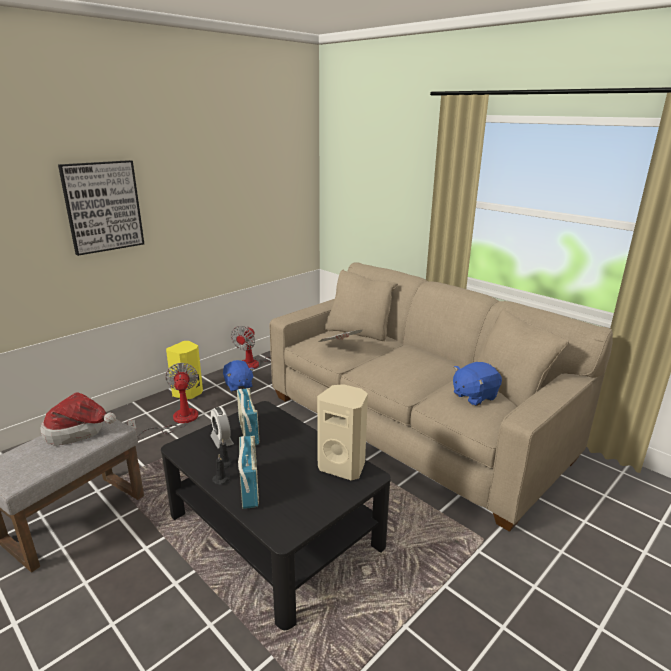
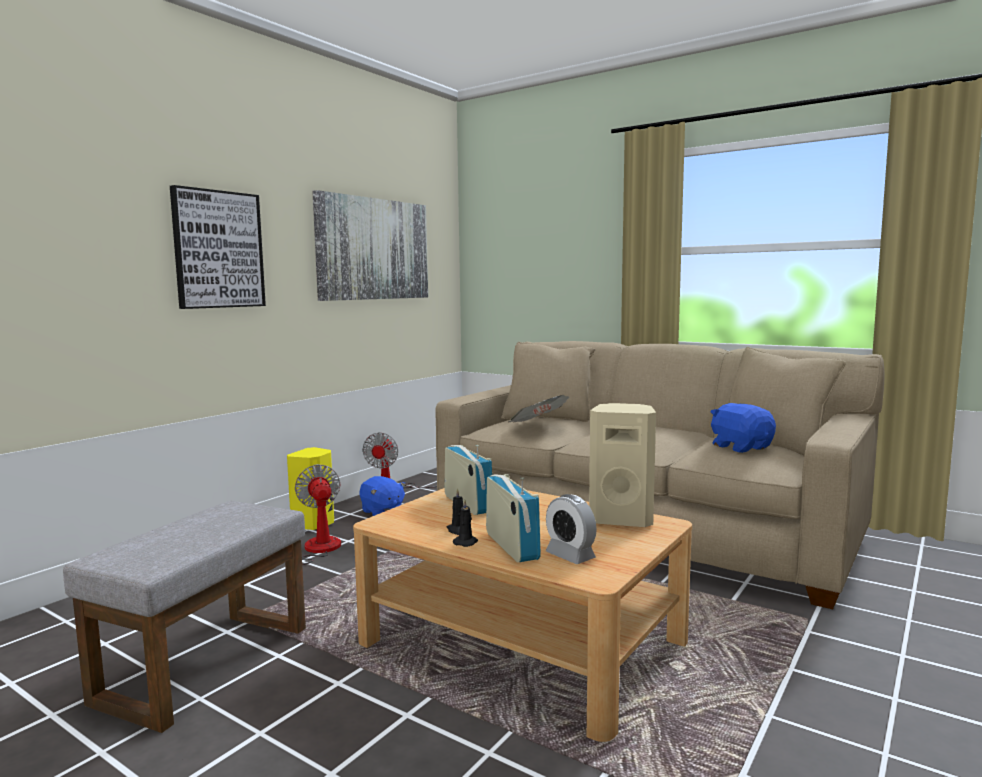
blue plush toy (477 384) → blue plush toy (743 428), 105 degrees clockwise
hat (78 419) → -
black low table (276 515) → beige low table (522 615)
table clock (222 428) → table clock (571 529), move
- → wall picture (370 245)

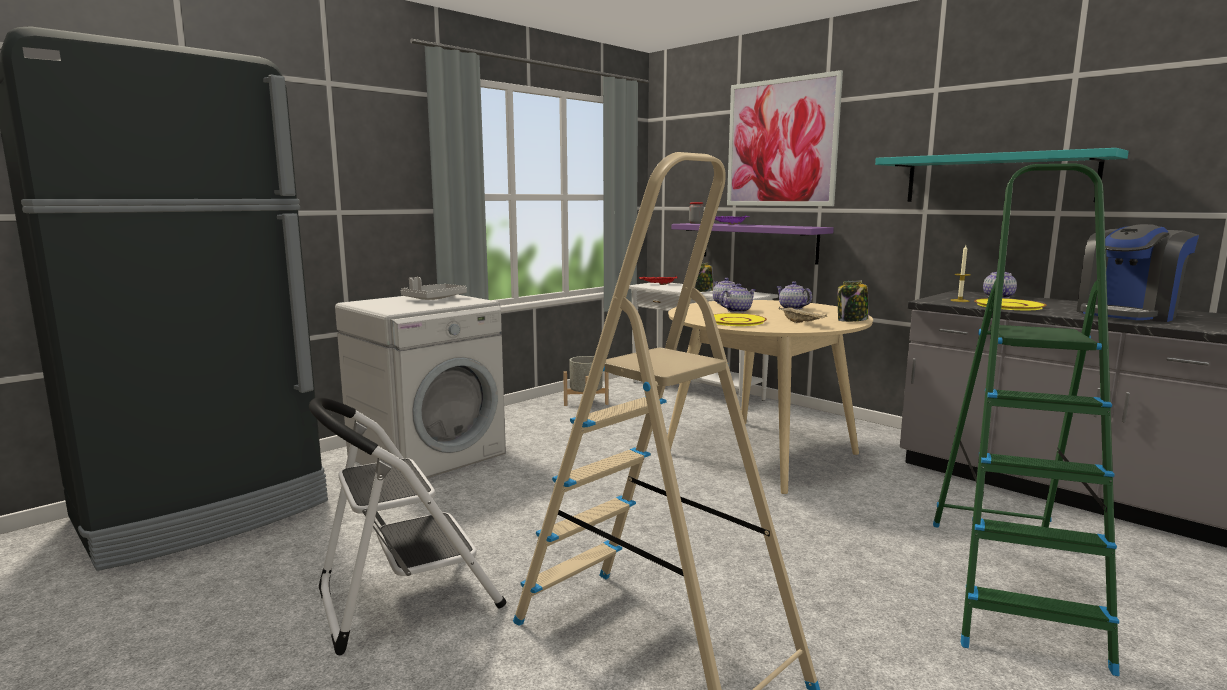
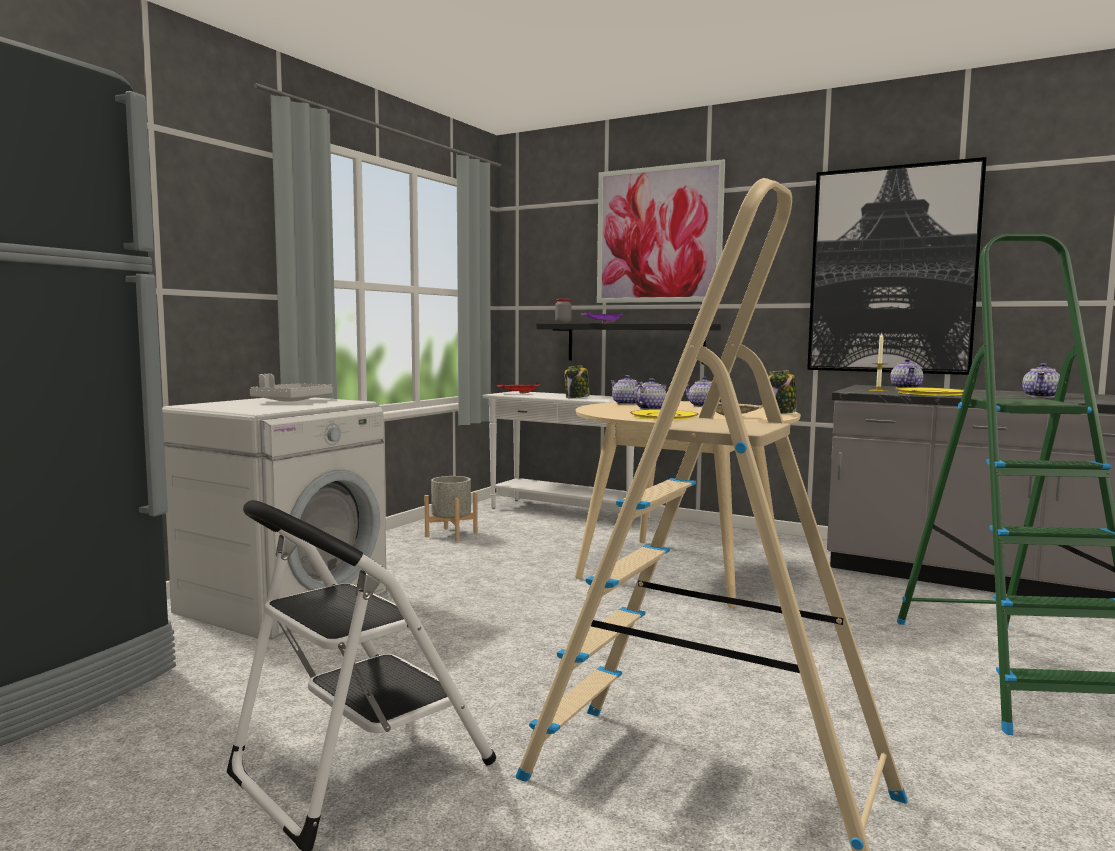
turquoise-coloured wall shelf (1002 175) → wall picture (897 266)
purple-coloured wall shelf (753 244) → black wall shelf (628 343)
coffee brewer (1137 273) → tea pot (1041 380)

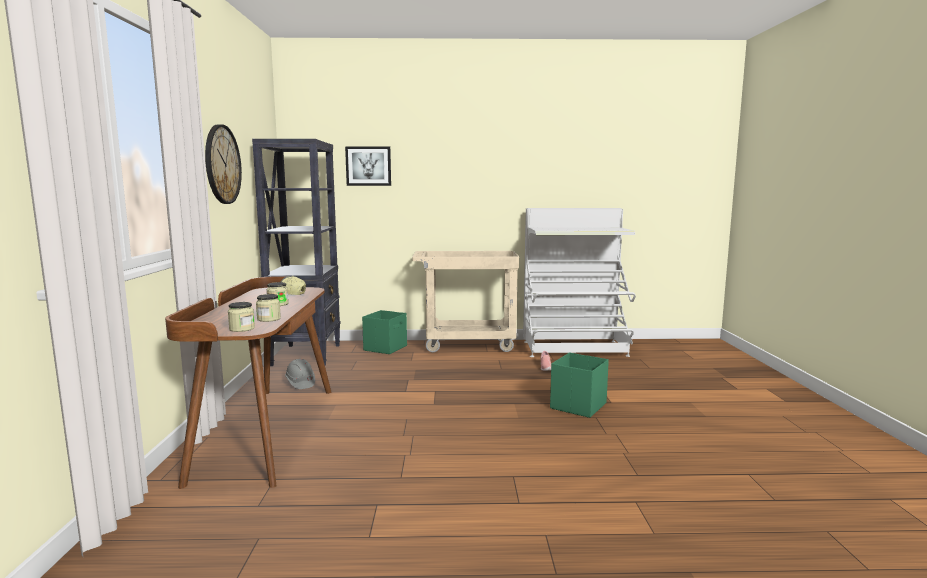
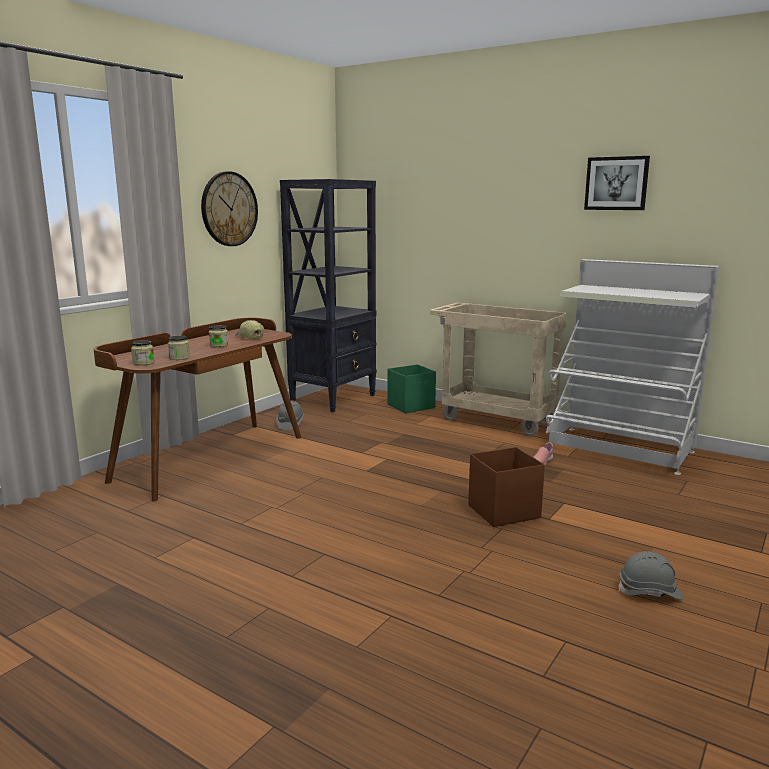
wall picture (368 166) → wall picture (617 183), move
greenish storage bin (579 385) → brownish storage bin (506 487)
- → grey work helmet (650 575)

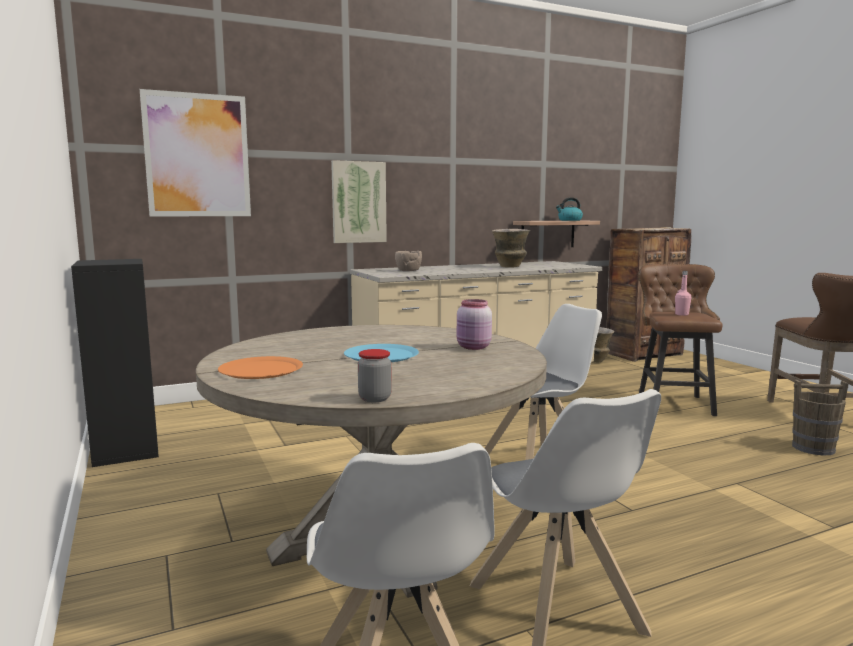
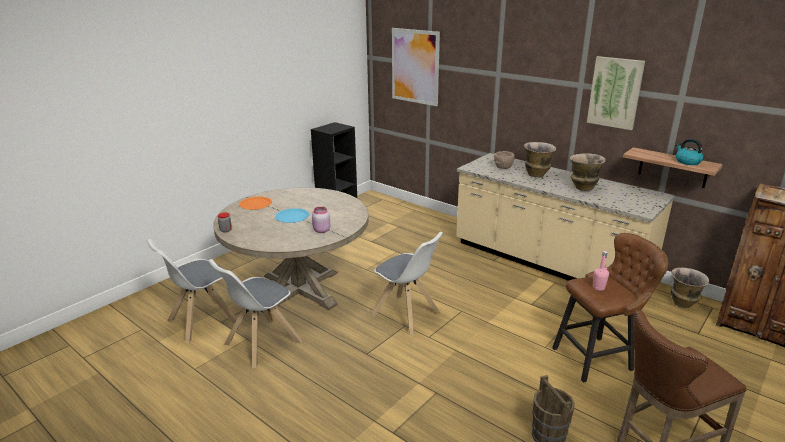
wall picture (359 201) → wall picture (616 93), move
- → vase (540 160)

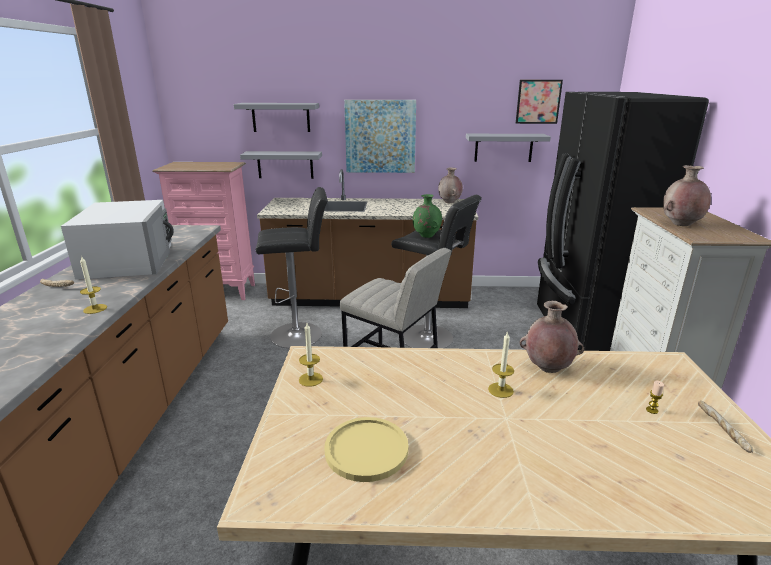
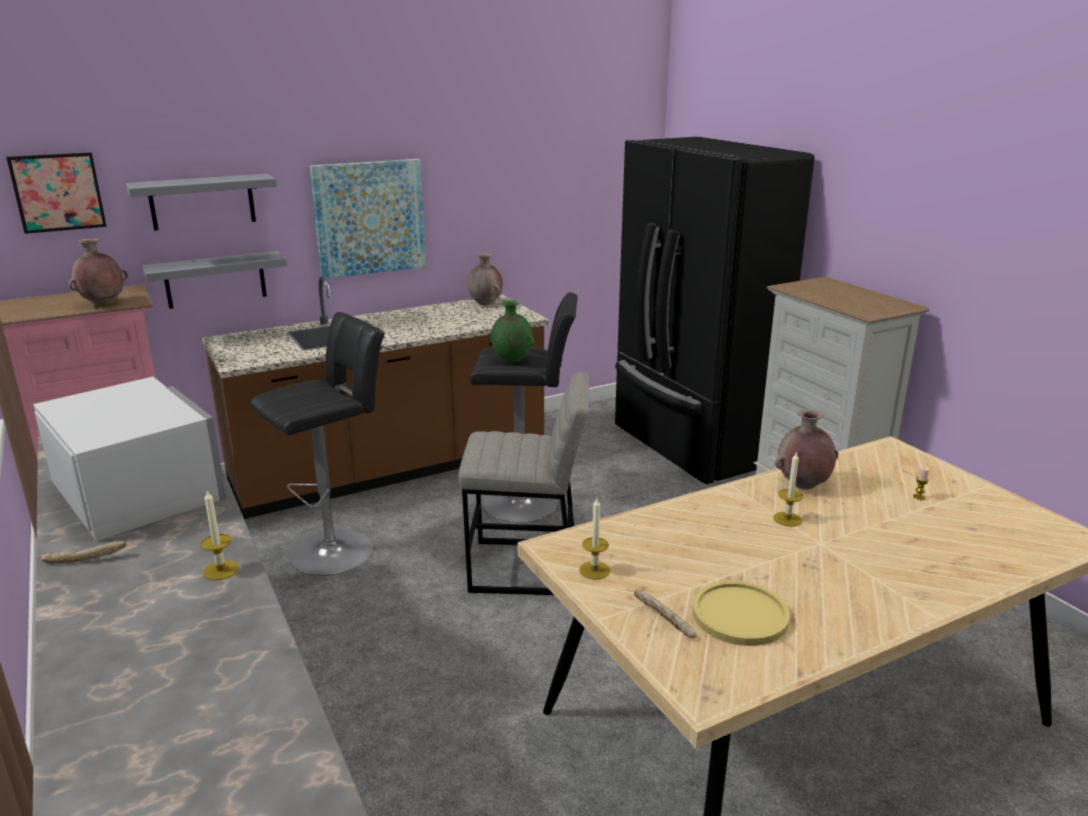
wall picture (539 102) → wall picture (56 193), move
grey wall shelf (508 148) → -
brownish vase (687 195) → brownish vase (98 272), move
bakery bread (725 426) → bakery bread (665 613), move

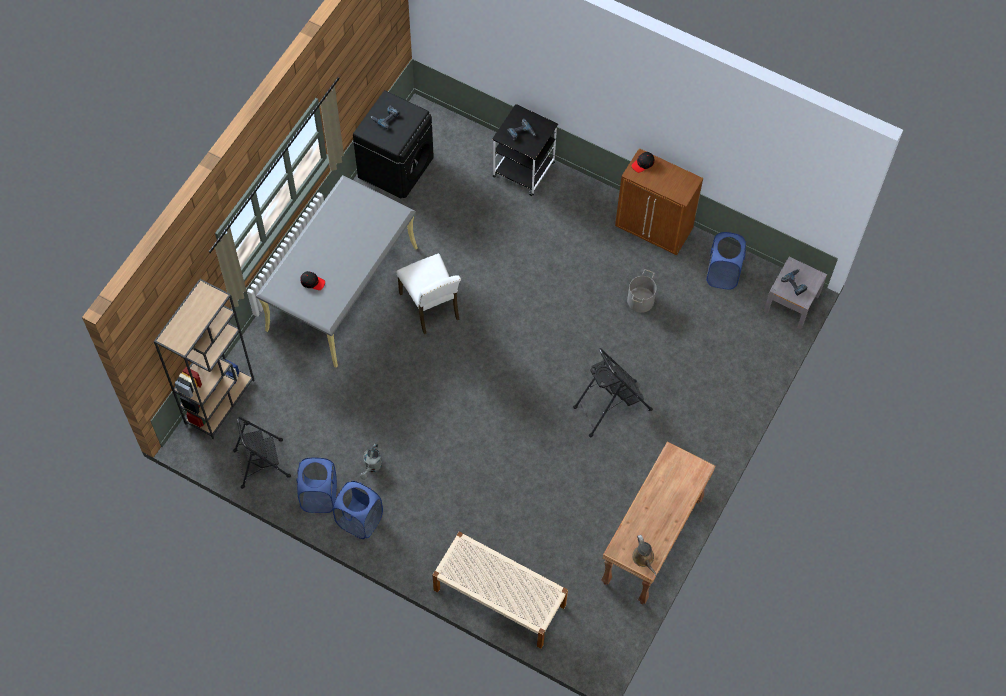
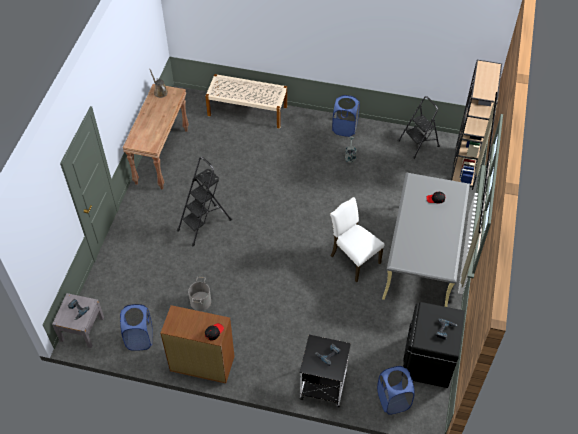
blue hamper (316 485) → blue hamper (396 390), move

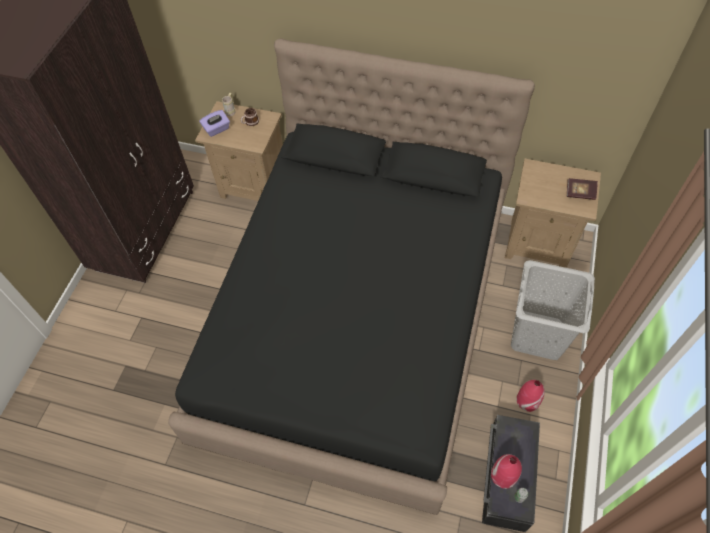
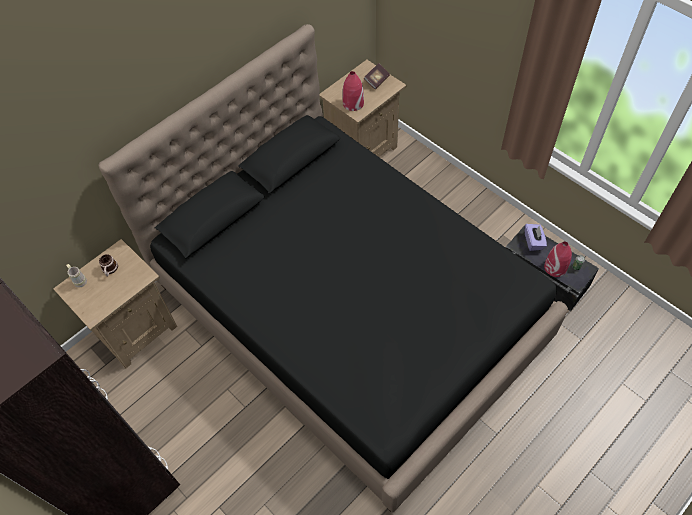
purple-coloured tissue box (214 123) → purple-coloured tissue box (536 237), move
grey hamper (553 310) → -
red-coloured vase (530 396) → red-coloured vase (353 91), move

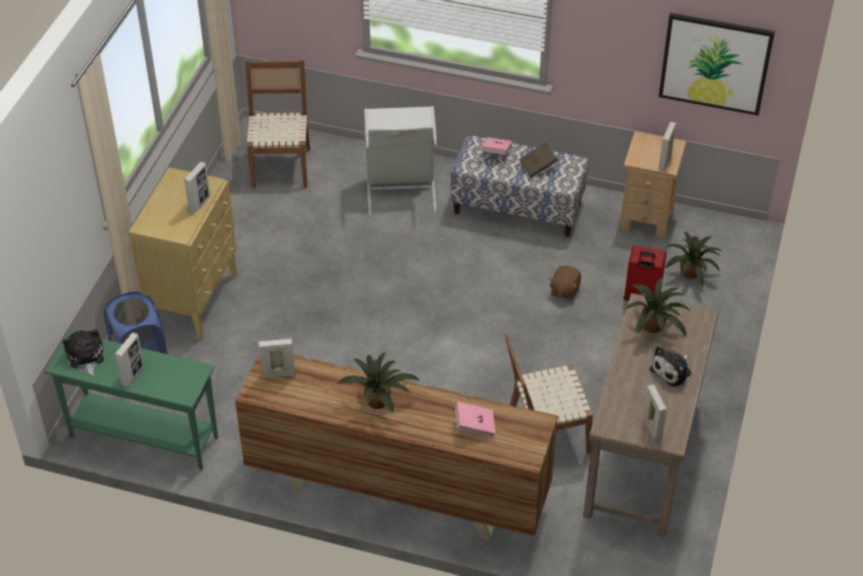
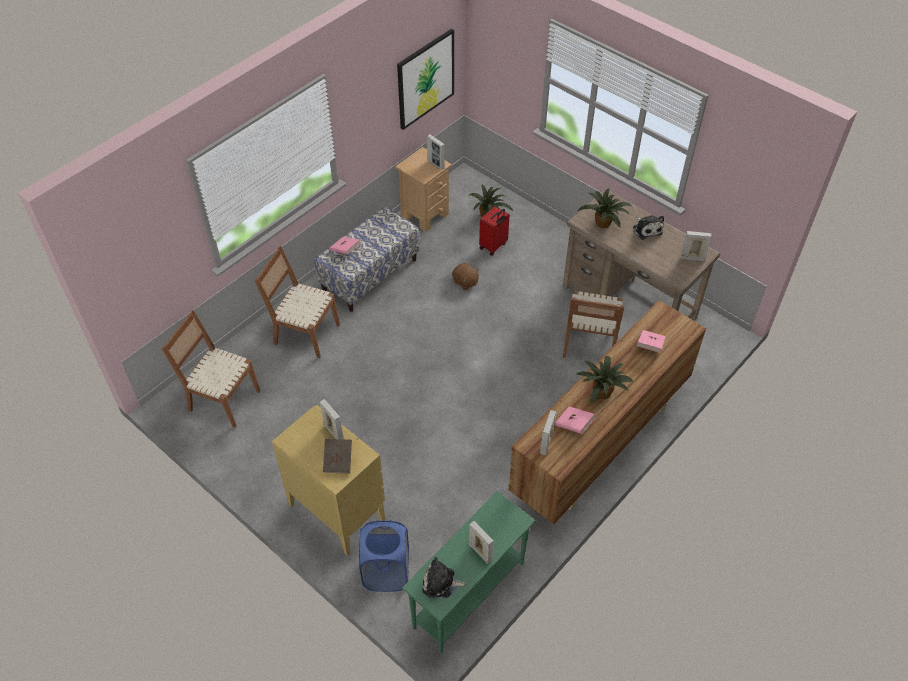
grey hamper (400 160) → plain chair (297 302)
brownish volume (538 160) → brownish volume (337 456), move
- → pinkish volume (575 420)

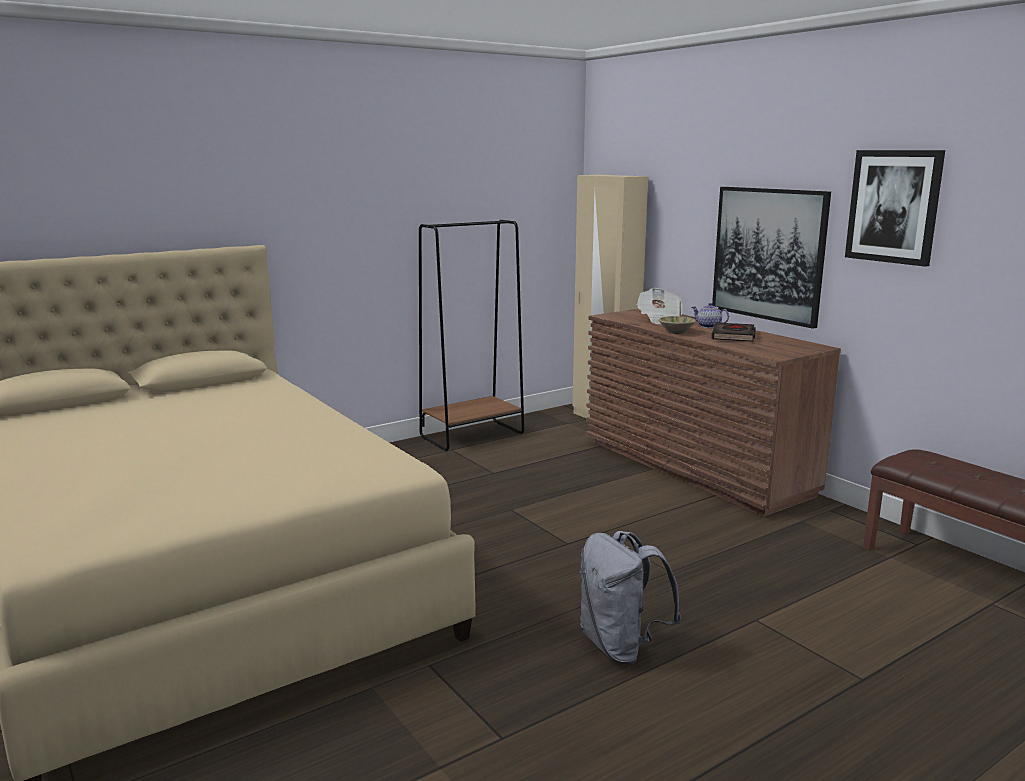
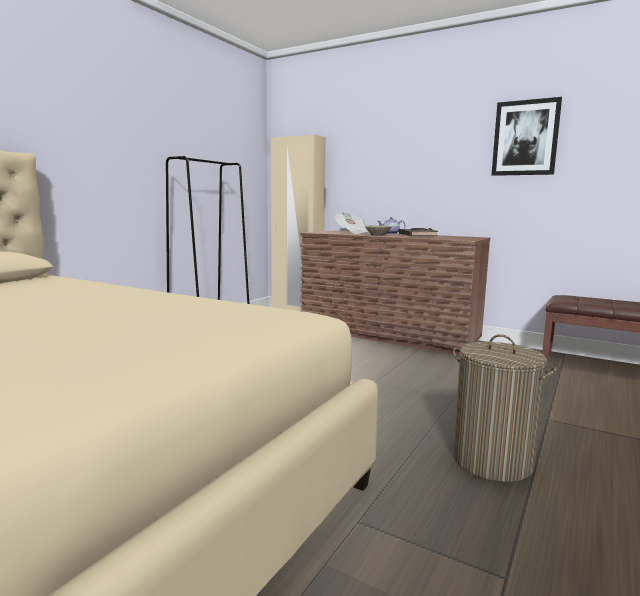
wall picture (771 258) → -
grey backpack (630 598) → hamper (505 408)

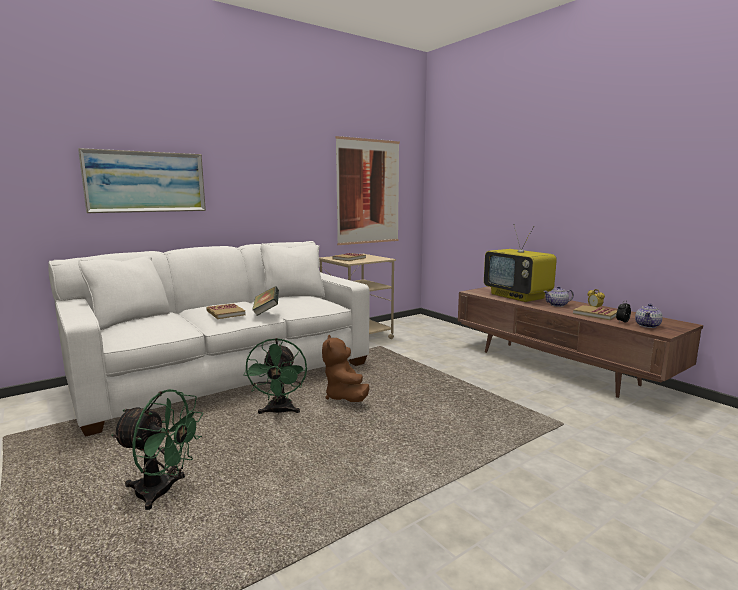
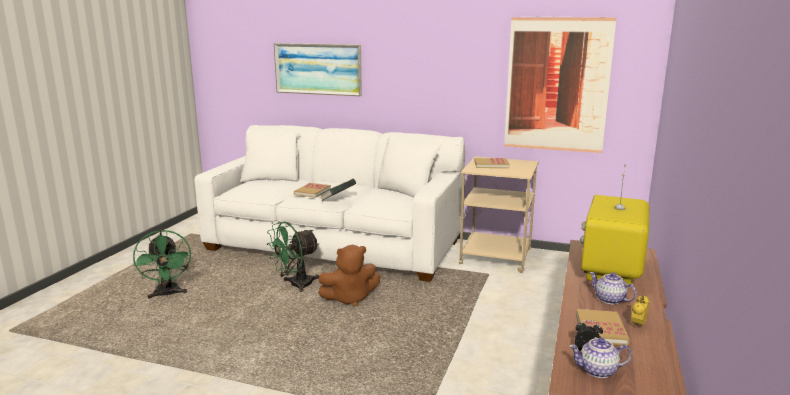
brownish plush toy (346 368) → brownish plush toy (349 275), 150 degrees counterclockwise

